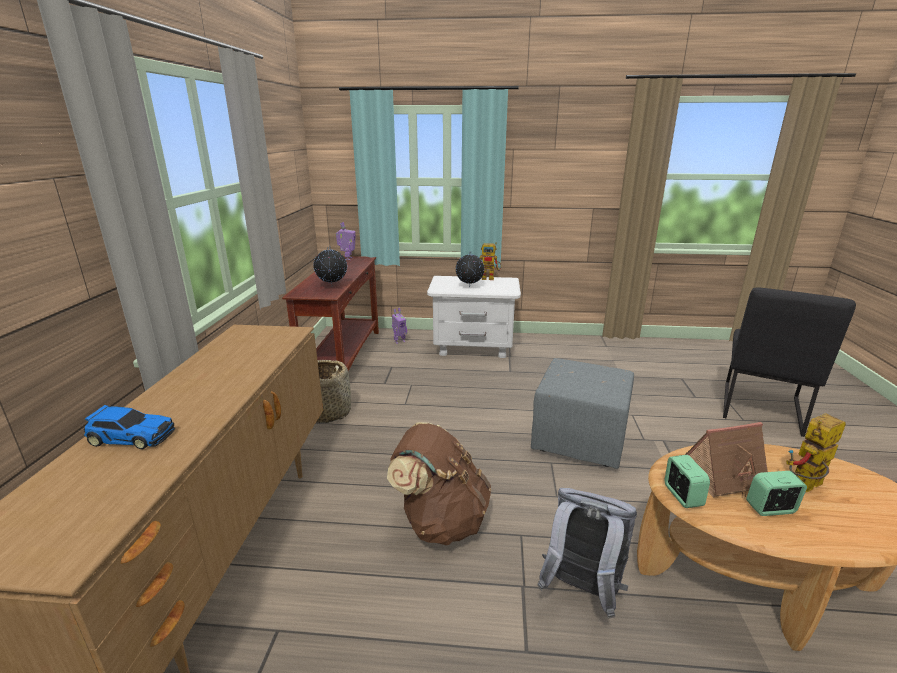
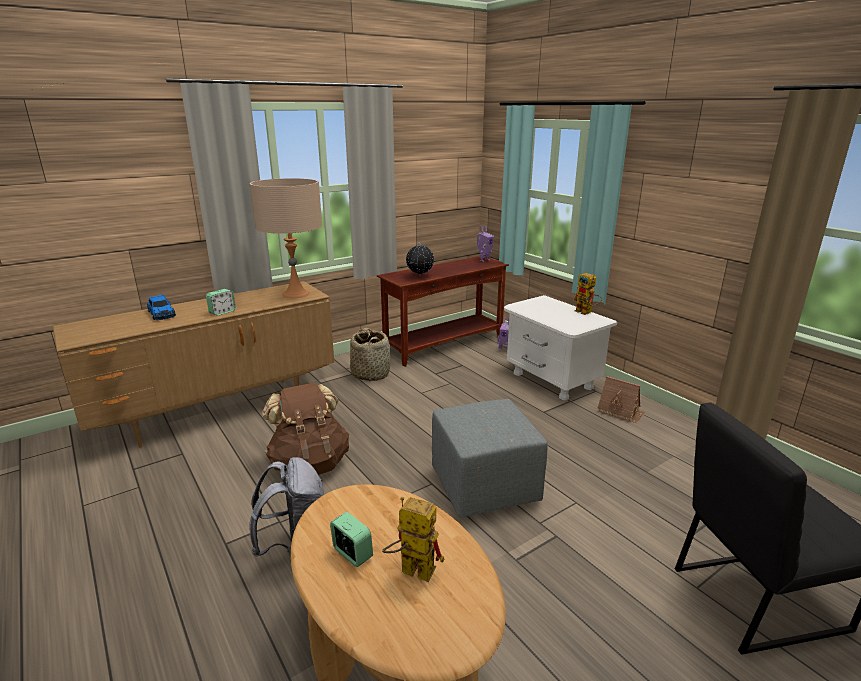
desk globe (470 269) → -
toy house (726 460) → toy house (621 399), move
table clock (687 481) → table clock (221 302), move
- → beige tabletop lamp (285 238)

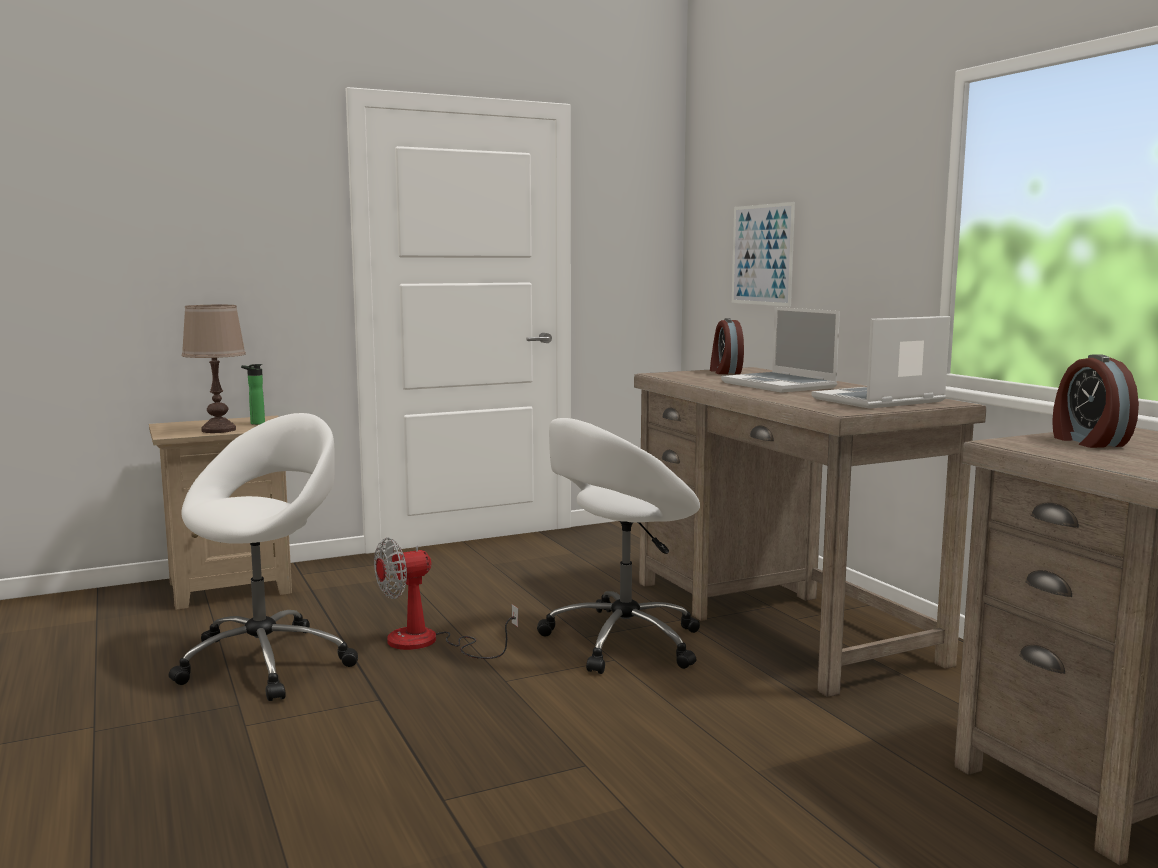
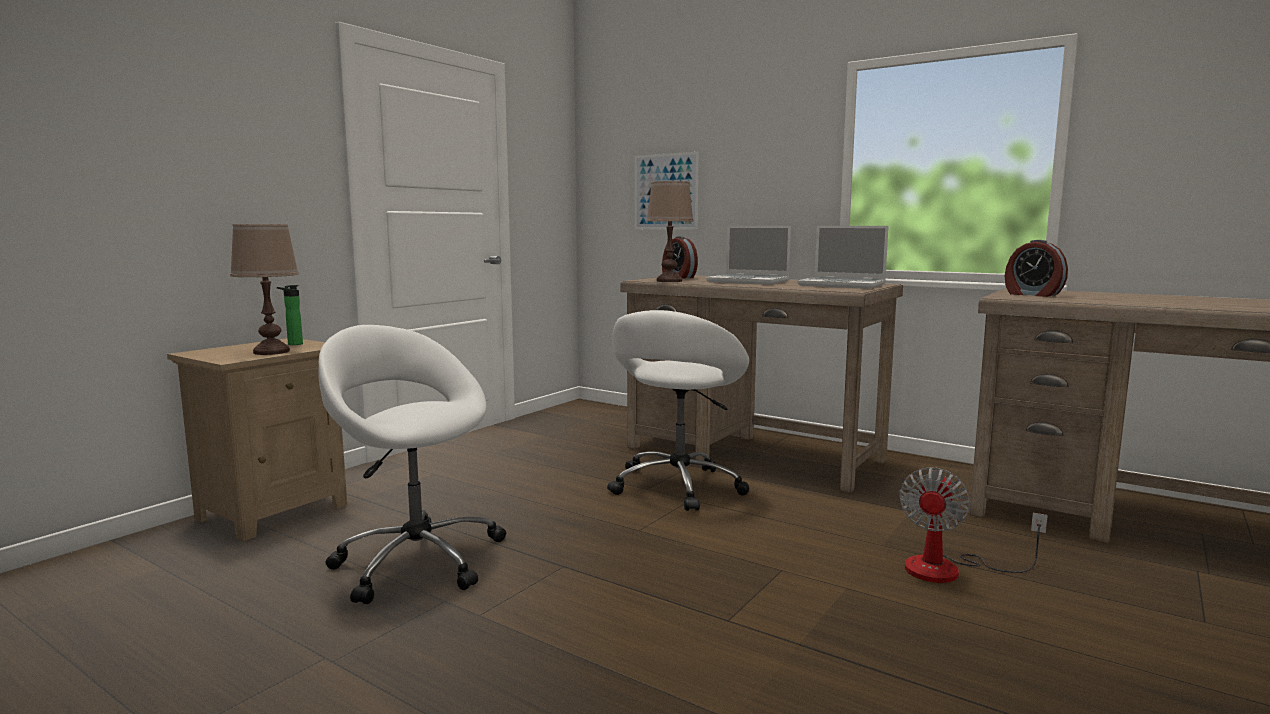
laptop (880 362) → laptop (843 257), 90 degrees counterclockwise
whitish office chair (263 557) → whitish office chair (412 464), 75 degrees counterclockwise
electric fan (446 598) → electric fan (973 525), move
- → brownish tabletop lamp (670 231)

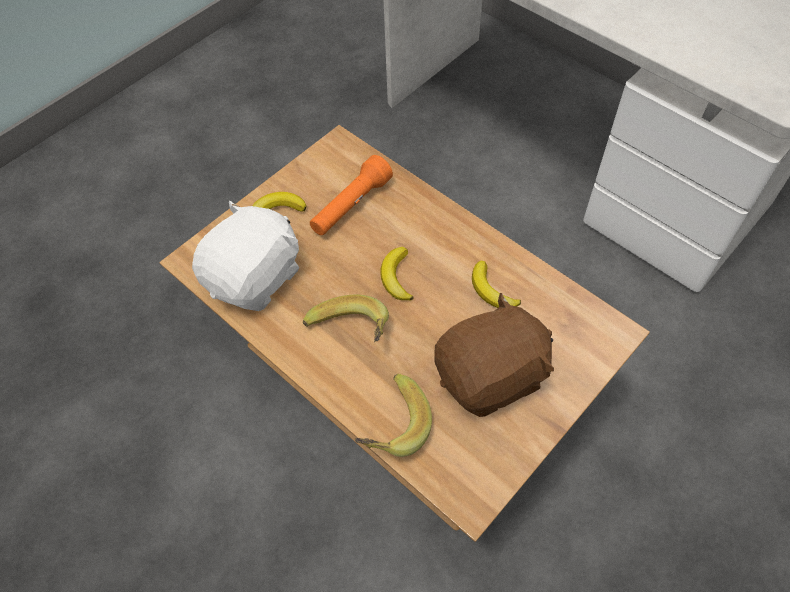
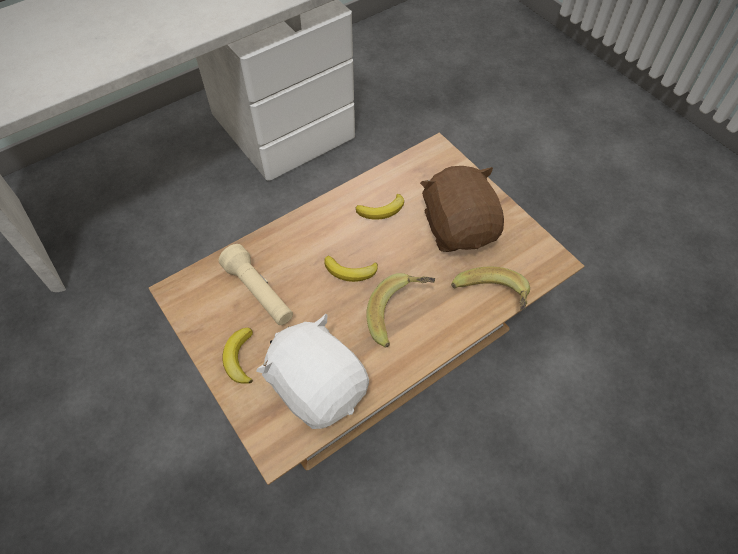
orange-coloured hand torch (351 195) → beige hand torch (256 284)

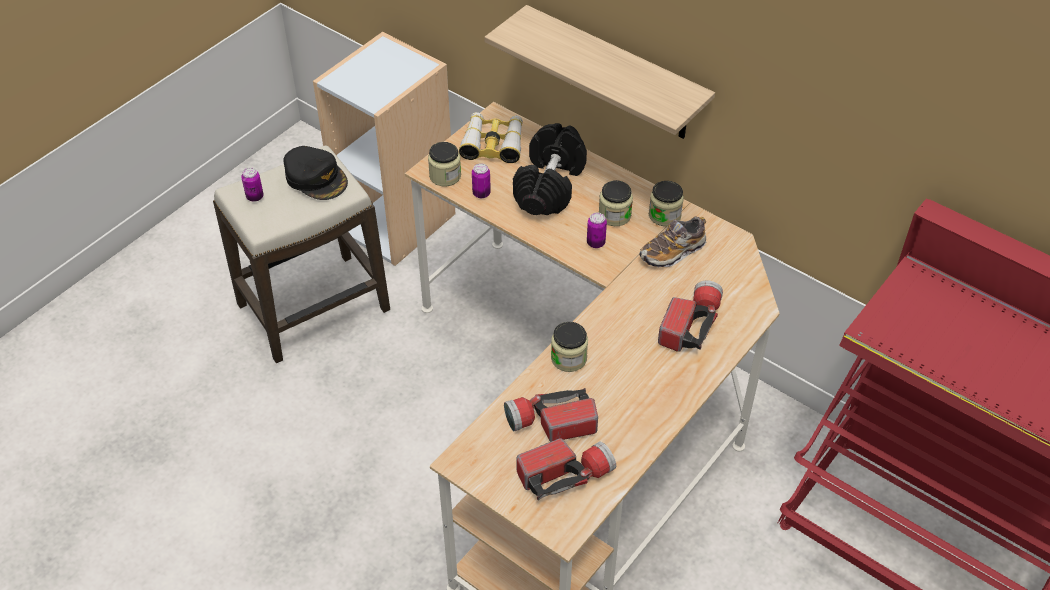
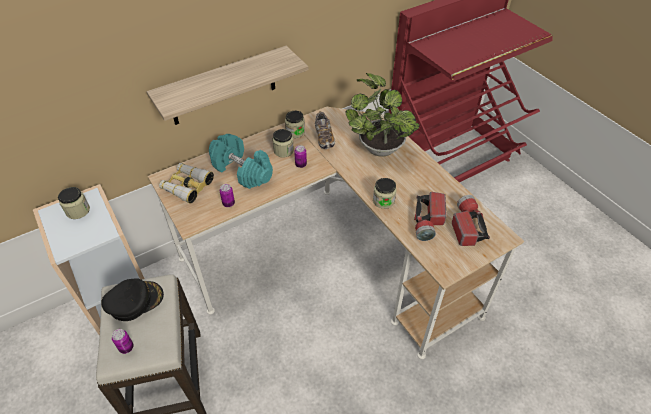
black hand weight (550 169) → turquoise-coloured hand weight (241 161)
preserve jar (444 164) → preserve jar (74 203), move
hand torch (690 316) → houseplant (383 115)

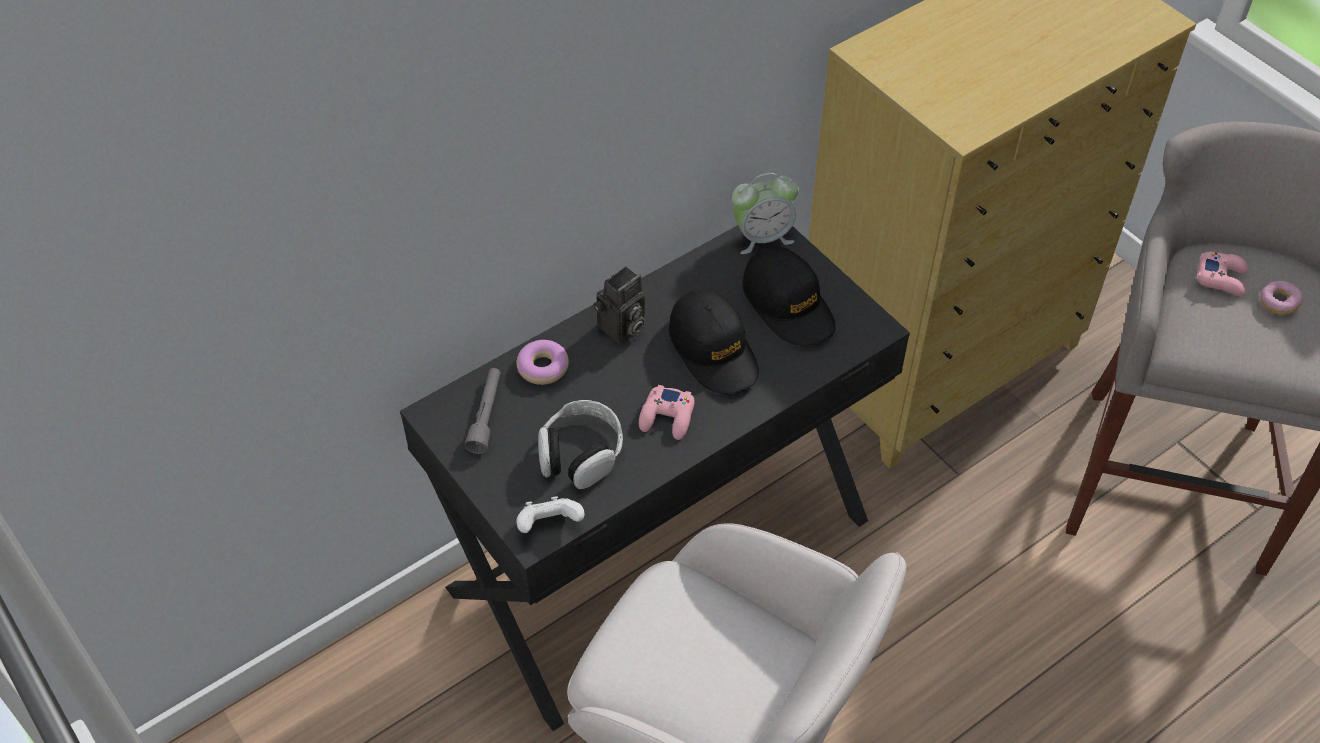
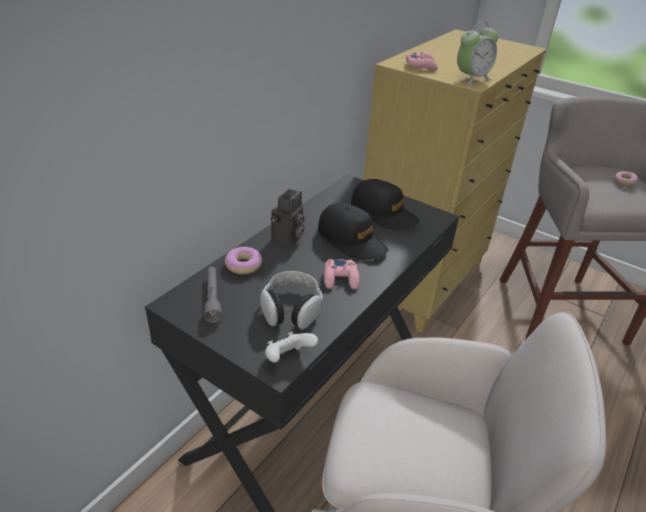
table clock (765 213) → table clock (477 53), move
pinkish game controller (1222 274) → pinkish game controller (422 61), move

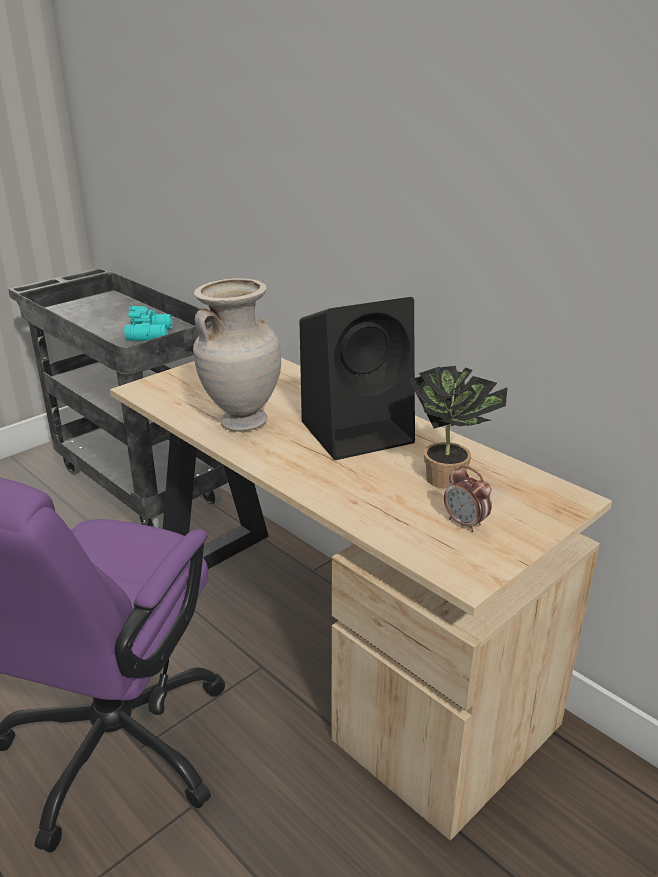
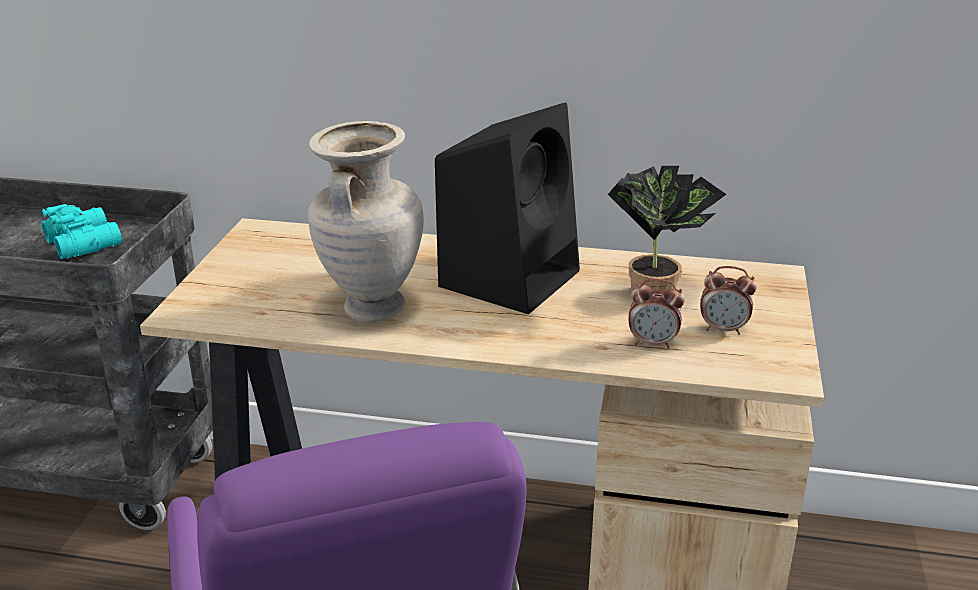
- → table clock (656 313)

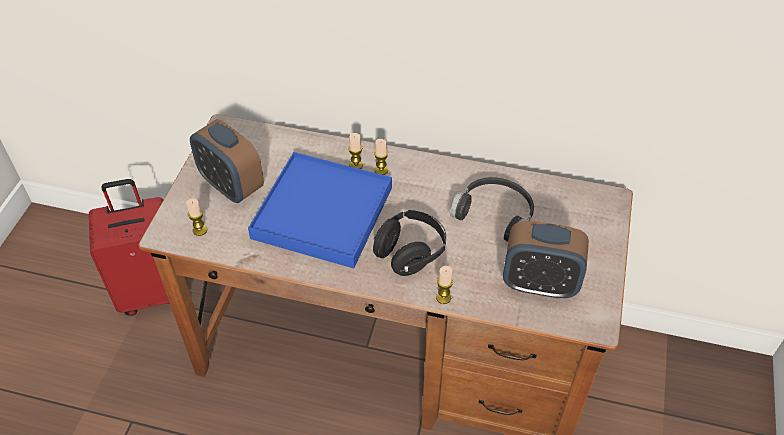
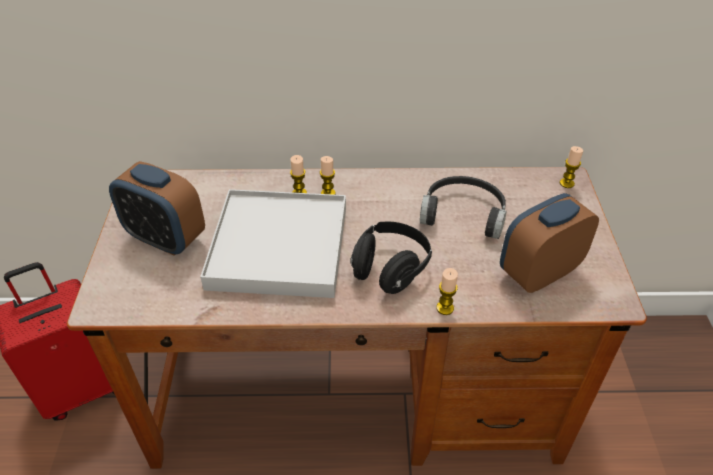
blue carrying tray (320 210) → whitish carrying tray (273 243)
candle (196 217) → candle (571 167), move
table clock (546 260) → table clock (549 243), 150 degrees clockwise

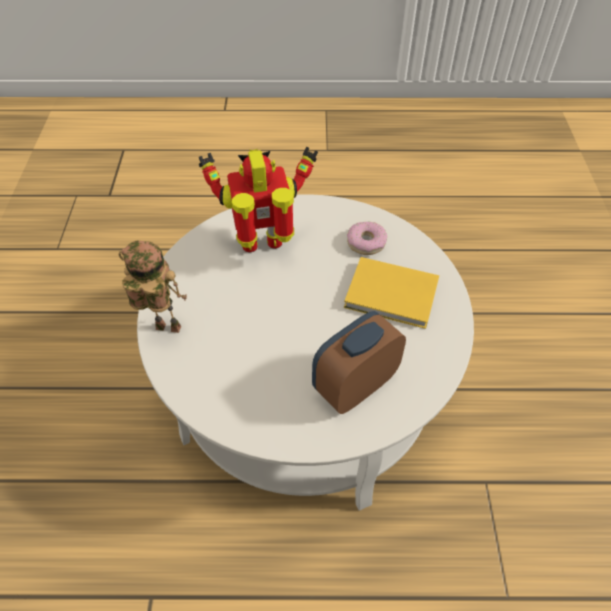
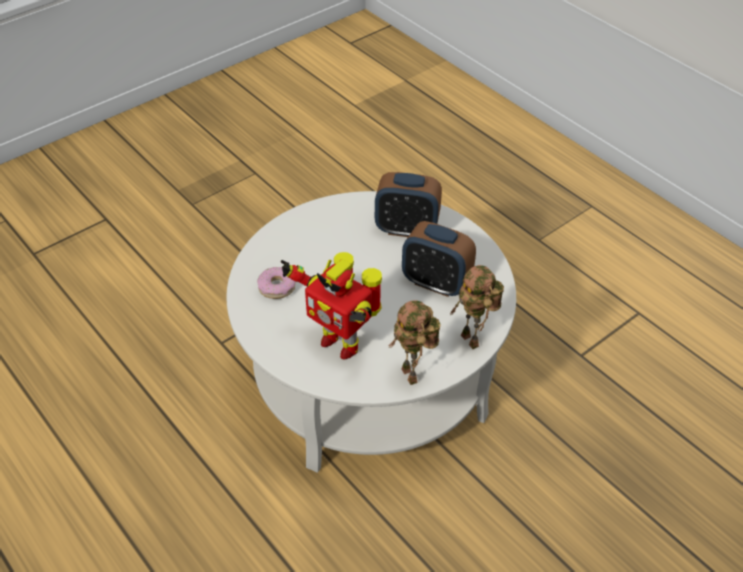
yellow-coloured volume (391 293) → -
- → table clock (439 259)
- → model robot (415 342)

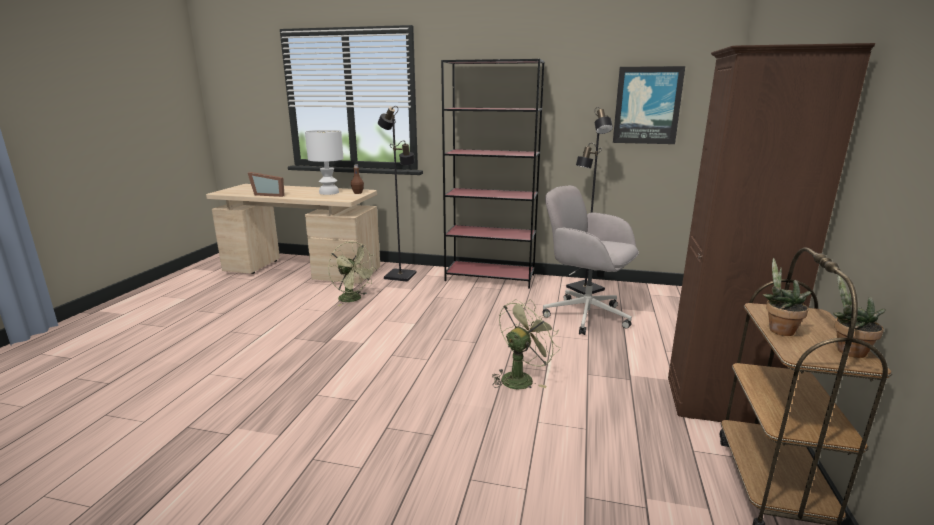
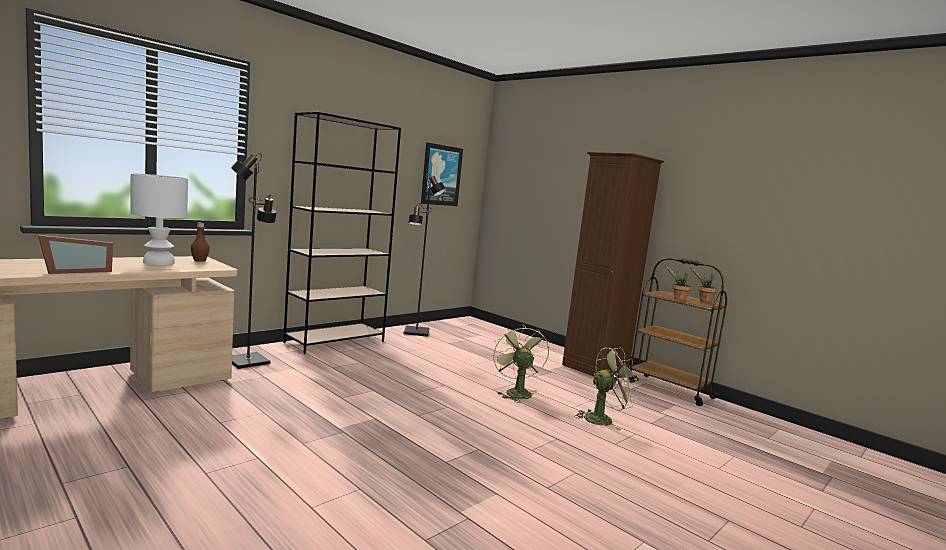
red-coloured bookcase (492 174) → beige bookcase (342 233)
grey office chair (591 260) → -
greenish electric fan (352 274) → greenish electric fan (606 388), move

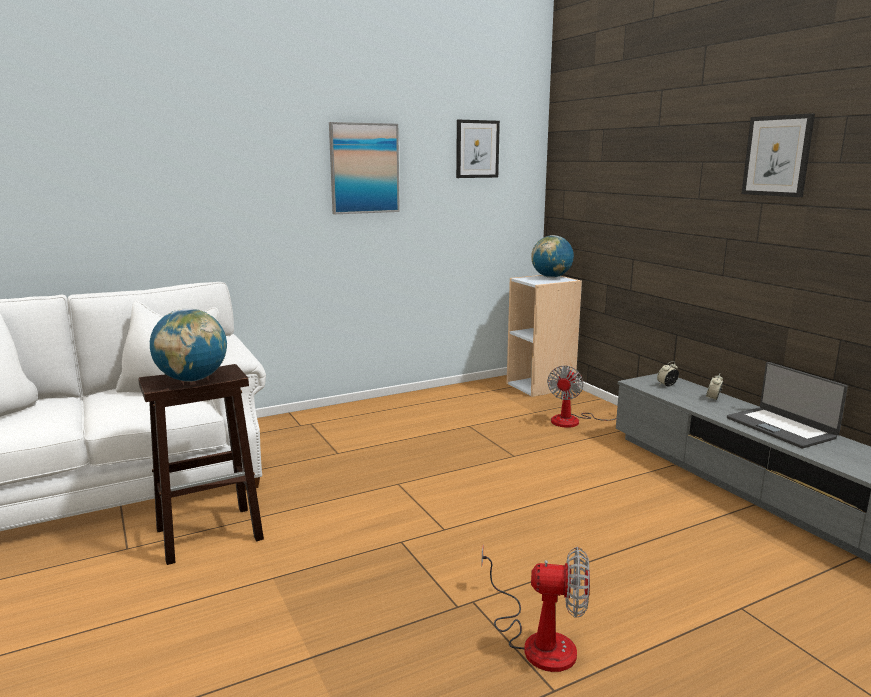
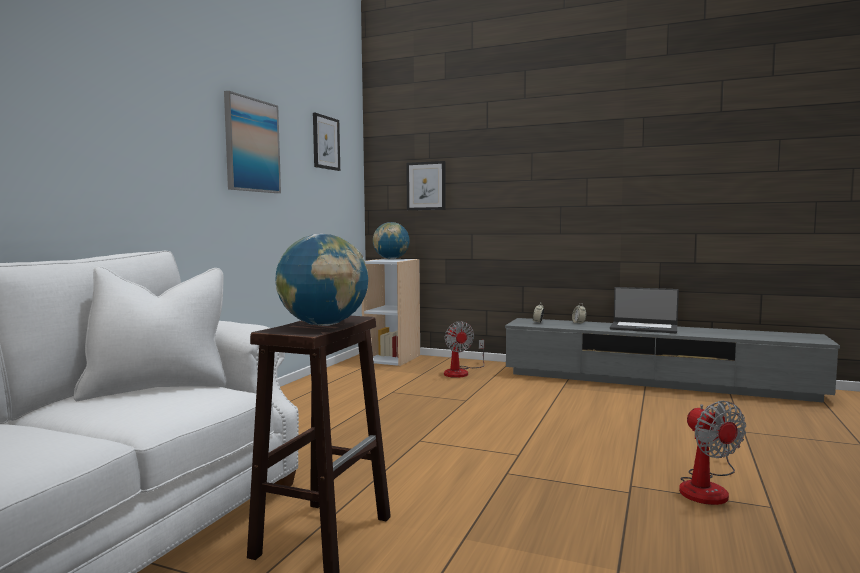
wall picture (778 155) → wall picture (426 185), move
electric fan (535 609) → electric fan (712 453), 105 degrees clockwise

